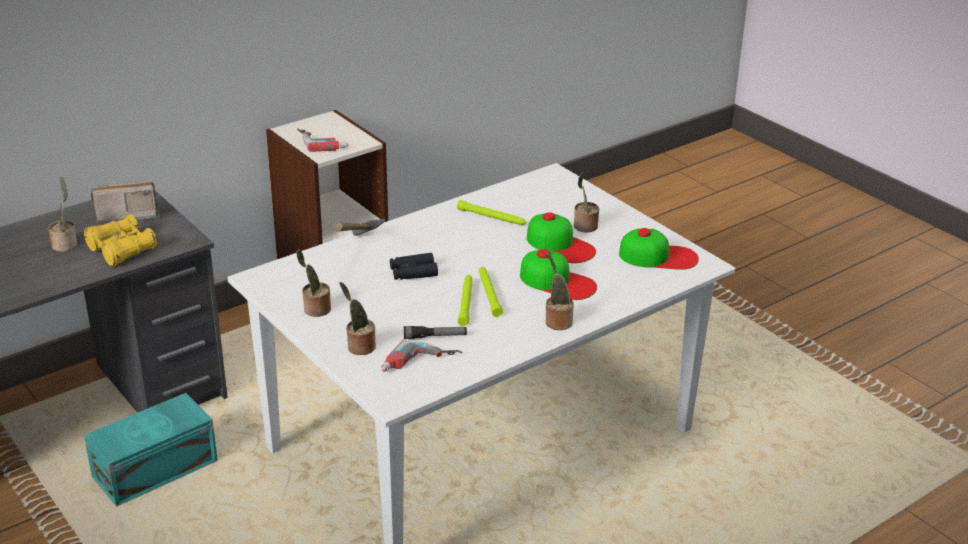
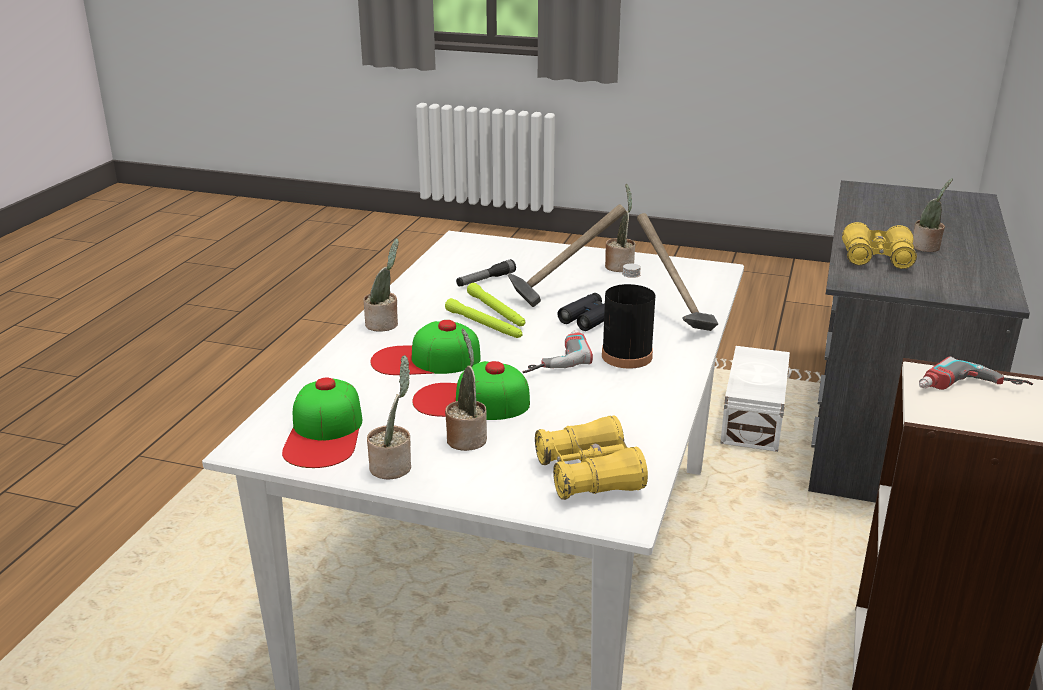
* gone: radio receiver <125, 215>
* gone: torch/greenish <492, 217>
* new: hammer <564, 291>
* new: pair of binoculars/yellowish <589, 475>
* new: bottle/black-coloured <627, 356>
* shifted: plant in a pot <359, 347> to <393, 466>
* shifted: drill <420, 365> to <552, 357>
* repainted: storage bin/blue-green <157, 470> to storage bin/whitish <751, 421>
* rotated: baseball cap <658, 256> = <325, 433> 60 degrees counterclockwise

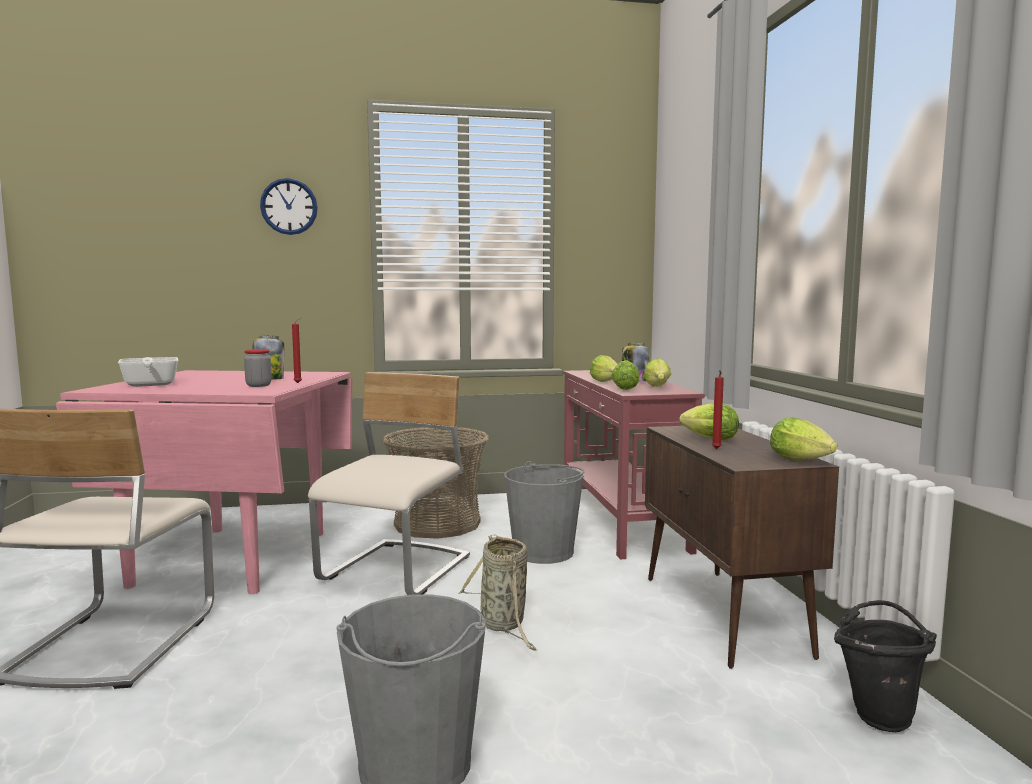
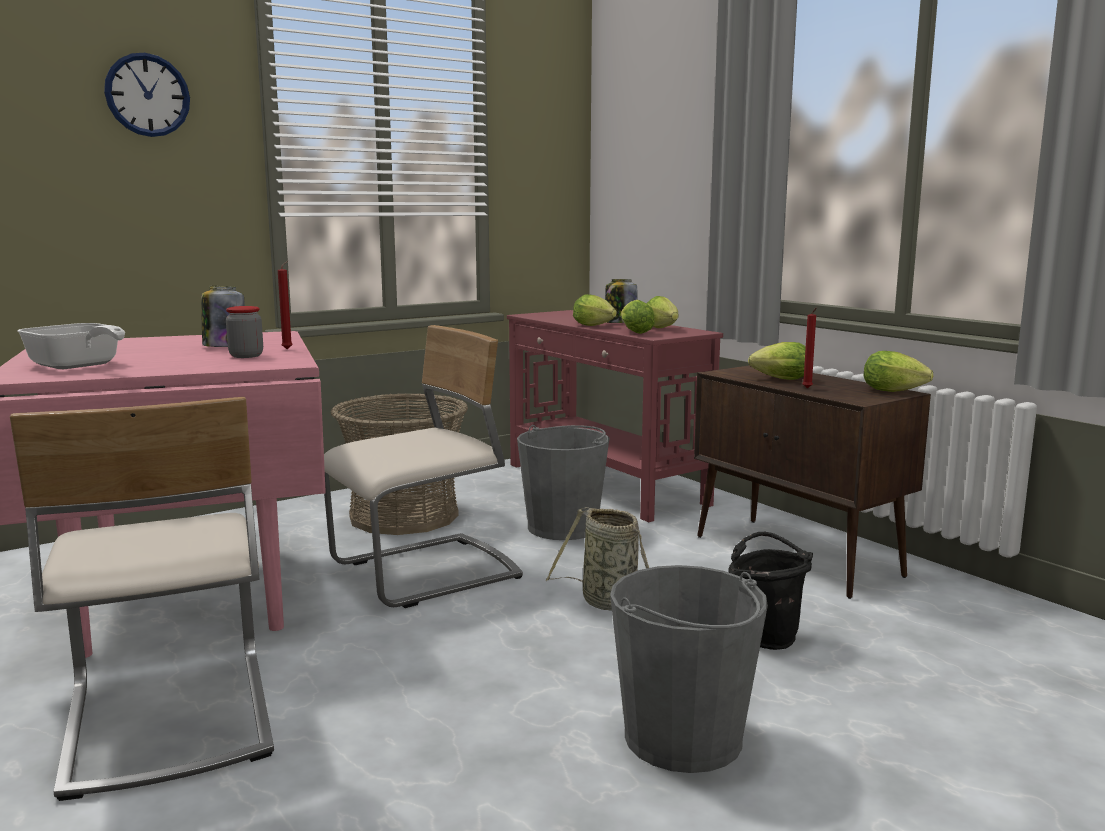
* shifted: bucket/black-coloured <879, 714> to <766, 637>
* rotated: plain chair/beige-coloured <397, 571> = <426, 573> 60 degrees clockwise

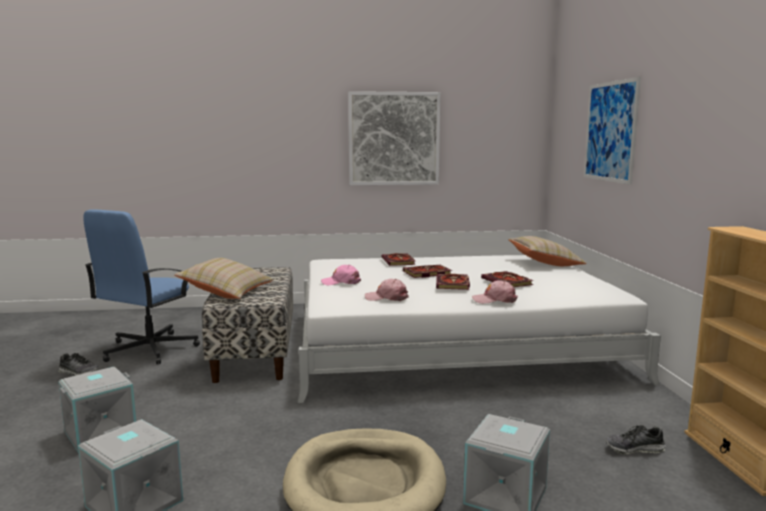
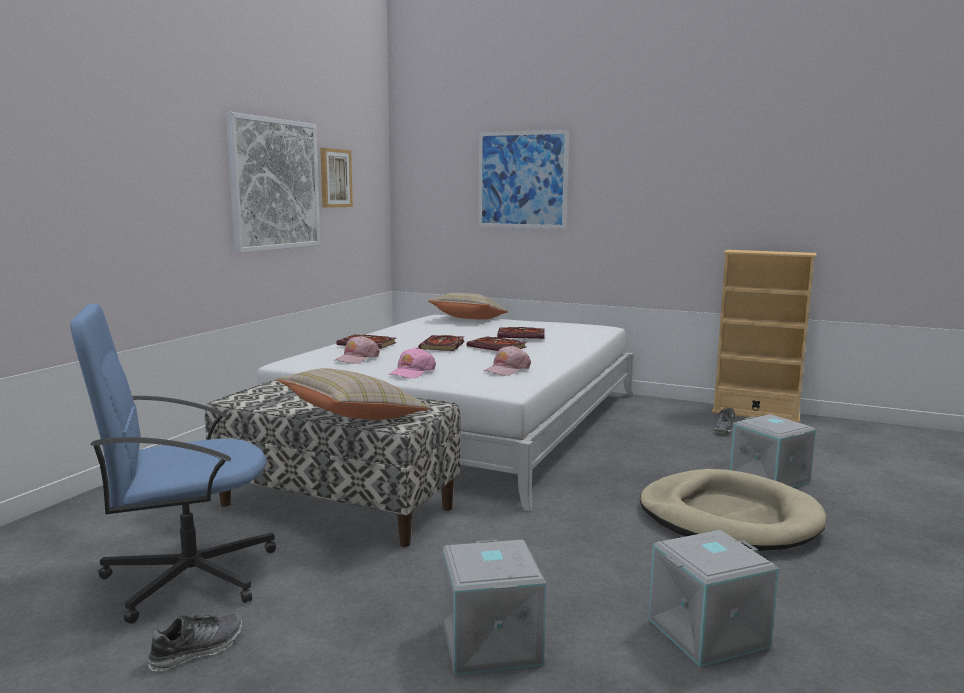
* new: wall art <335, 178>
* shifted: baseball cap/pinkish <494, 300> to <356, 359>
* rotated: computer chair/blue-coloured <149, 349> = <187, 576> 105 degrees clockwise

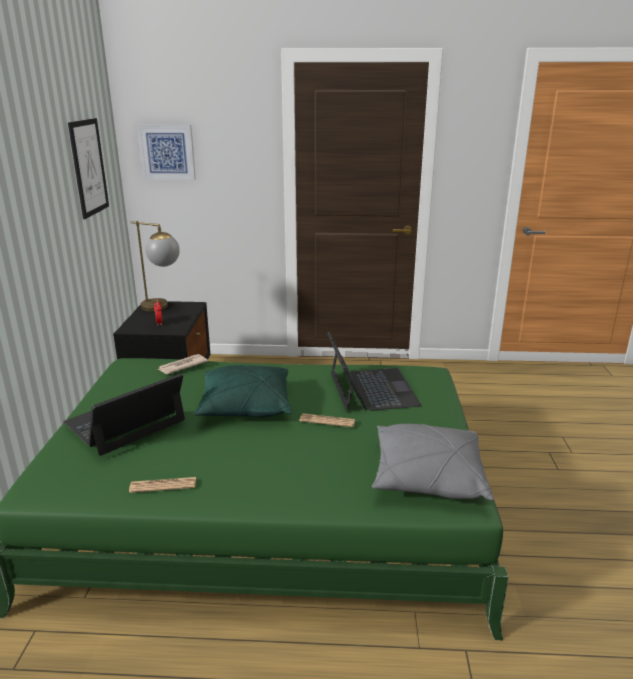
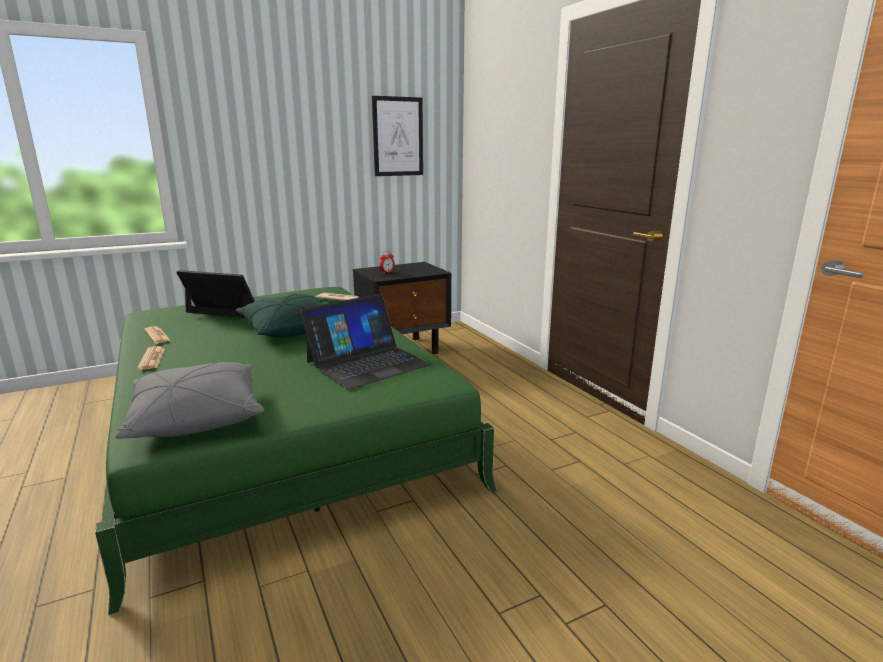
* gone: tabletop lamp <163, 308>
* gone: wall art <167, 152>
* shifted: newspaper <327, 421> to <152, 359>

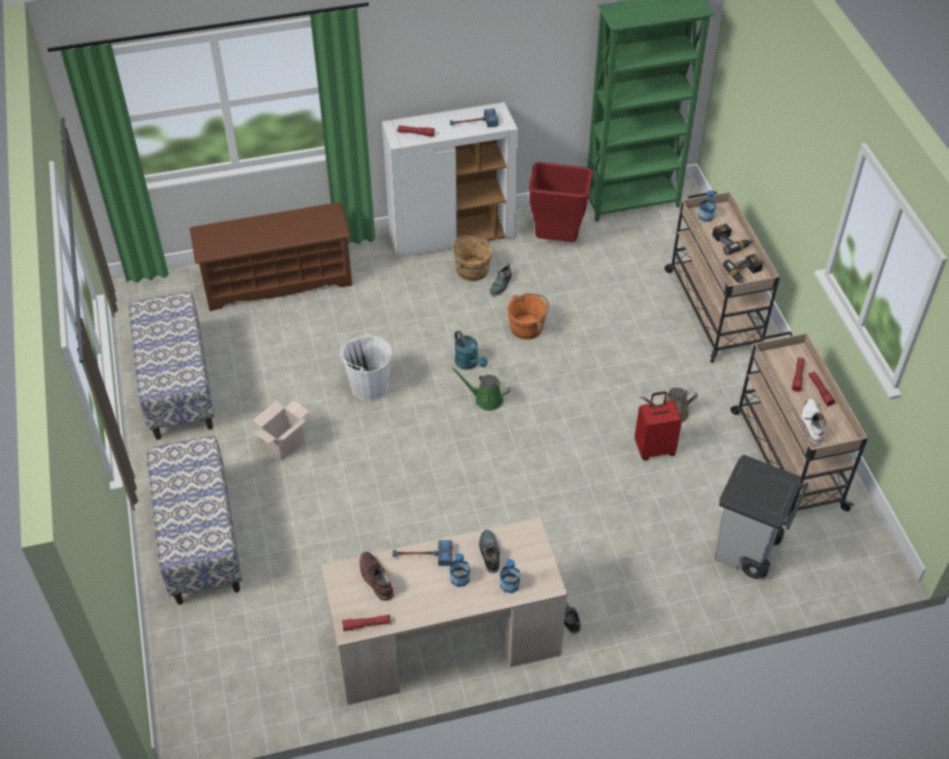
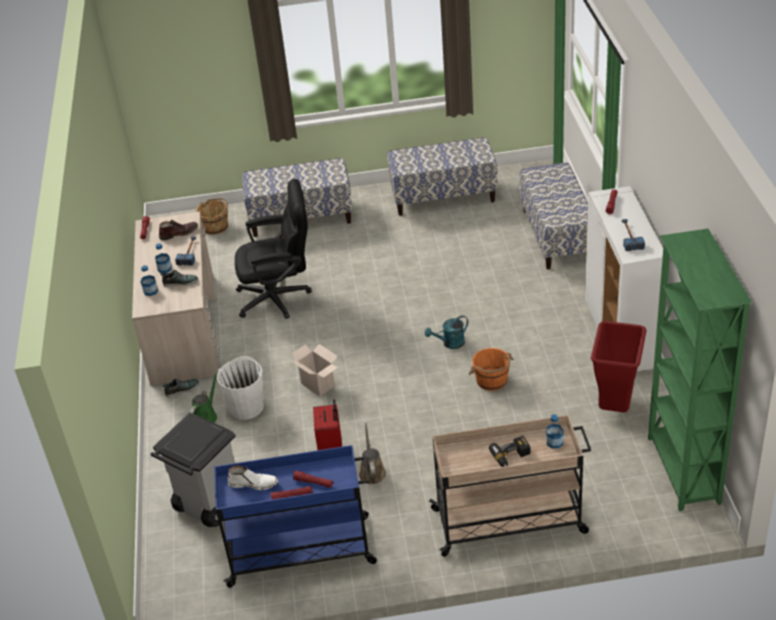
* gone: low shoe <501, 285>
* gone: drill <744, 273>
* new: computer chair/black-coloured <280, 297>
* shifted: packing box <285, 444> to <319, 385>
* shifted: bucket/whitish <369, 386> to <246, 407>
* shifted: watering pot/greenish <486, 399> to <206, 416>
* shifted: bucket/brown <472, 270> to <215, 227>
* swapped: shoe stand/brown <278, 281> to long seat <557, 236>
* repainted: cart/beige-coloured <786, 458> to cart/blue-coloured <301, 551>

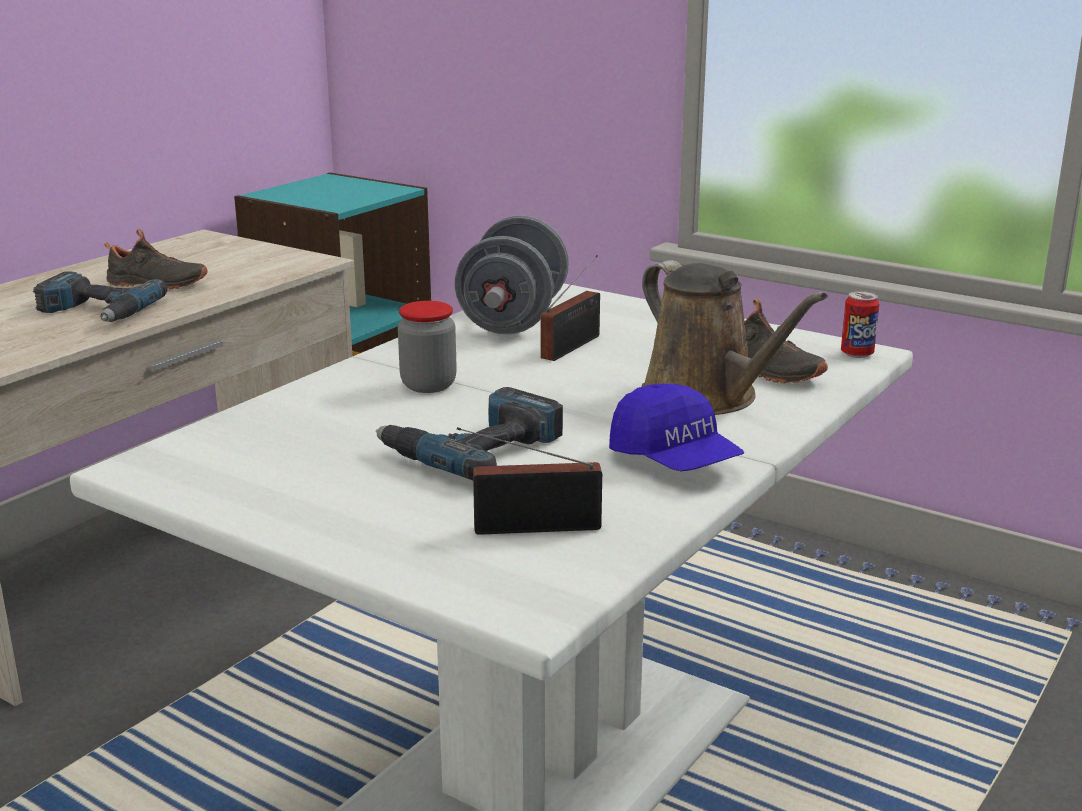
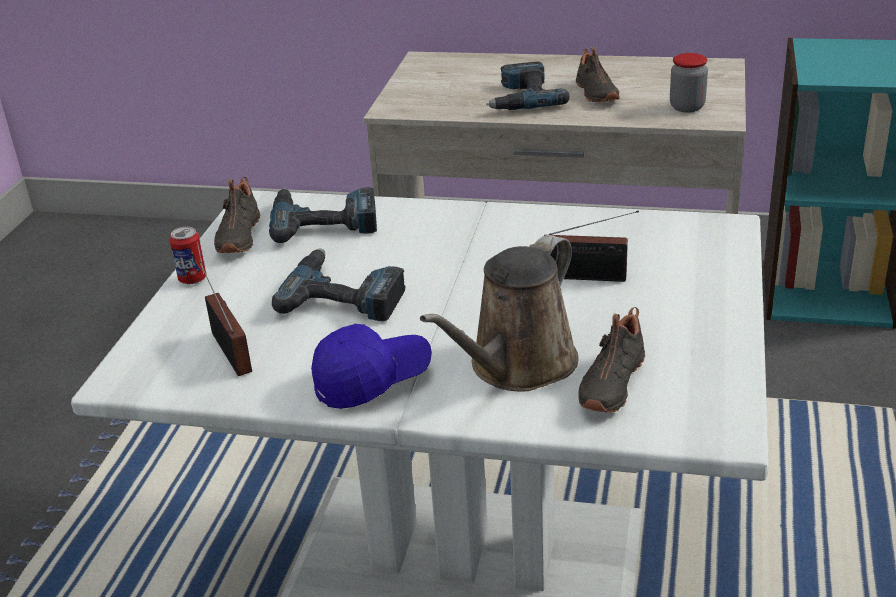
* gone: dumbbell/grey <513, 319>
* new: low shoe/black-coloured <237, 236>
* new: drill <324, 221>
* shifted: storage jar <428, 385> to <687, 107>
* shifted: metal can <857, 354> to <192, 279>
* rotated: baseball cap/blue-coloured <674, 461> = <372, 380> 150 degrees counterclockwise

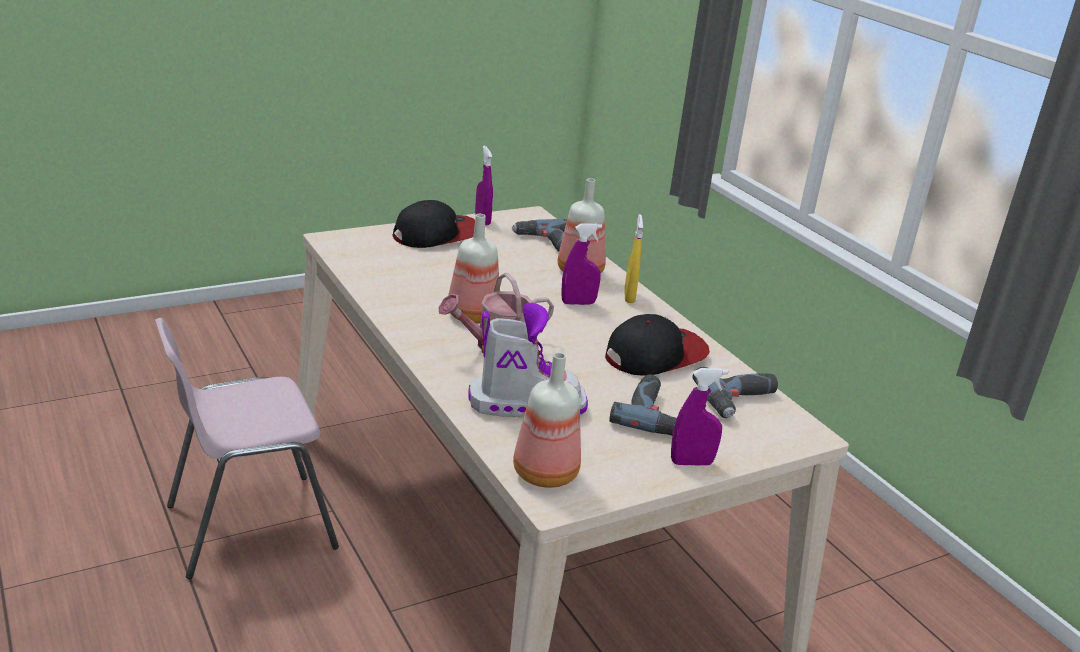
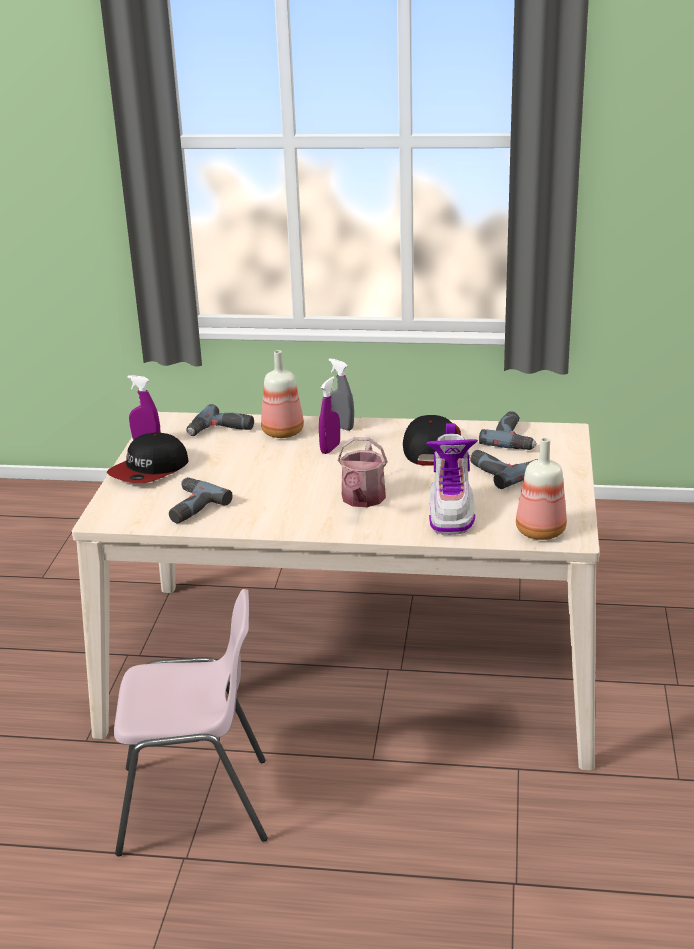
* gone: bottle <471, 316>
* gone: spray bottle/purple <691, 463>
* new: drill <189, 507>
* repainted: spray bottle/yellowish <629, 297> to spray bottle/grey <341, 427>
* rotated: plain chair/pinkish <248, 525> = <196, 805> 105 degrees counterclockwise
* rotated: baseball cap <437, 235> = <149, 470> 150 degrees counterclockwise
* rotated: tall boot <526, 404> = <451, 512> 150 degrees clockwise

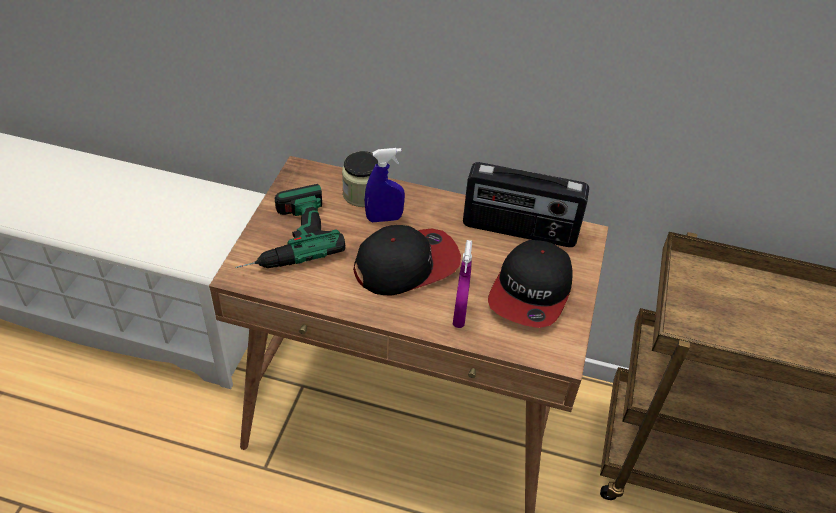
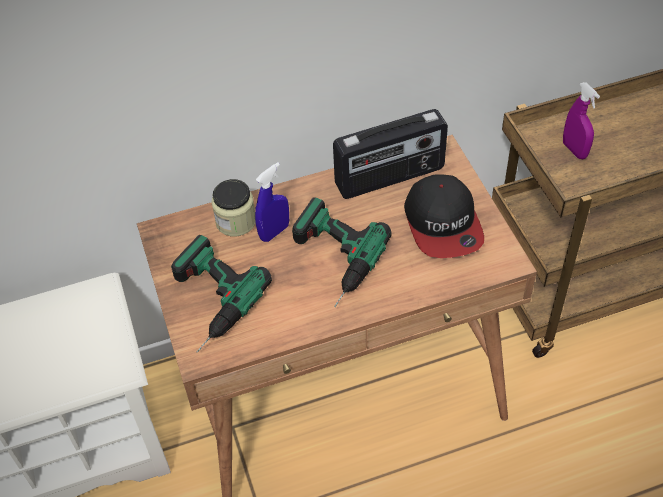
* shifted: spray bottle/purple <459, 315> to <574, 150>
* swapped: baseball cap <407, 264> to drill <330, 260>

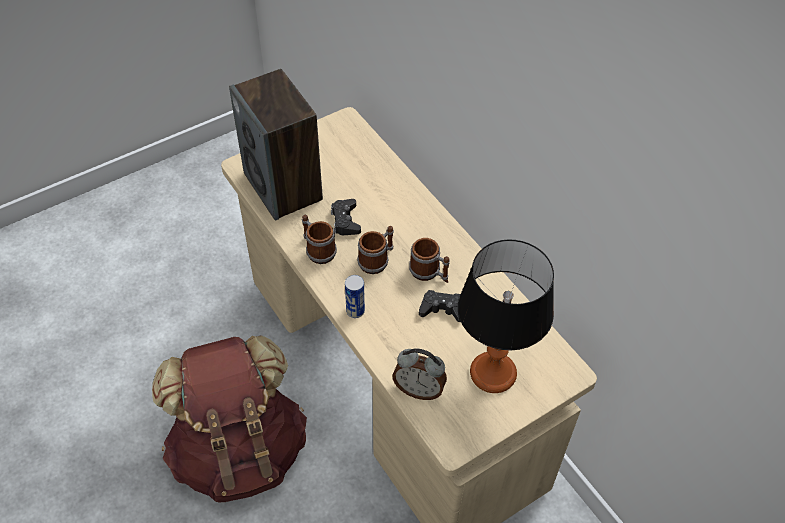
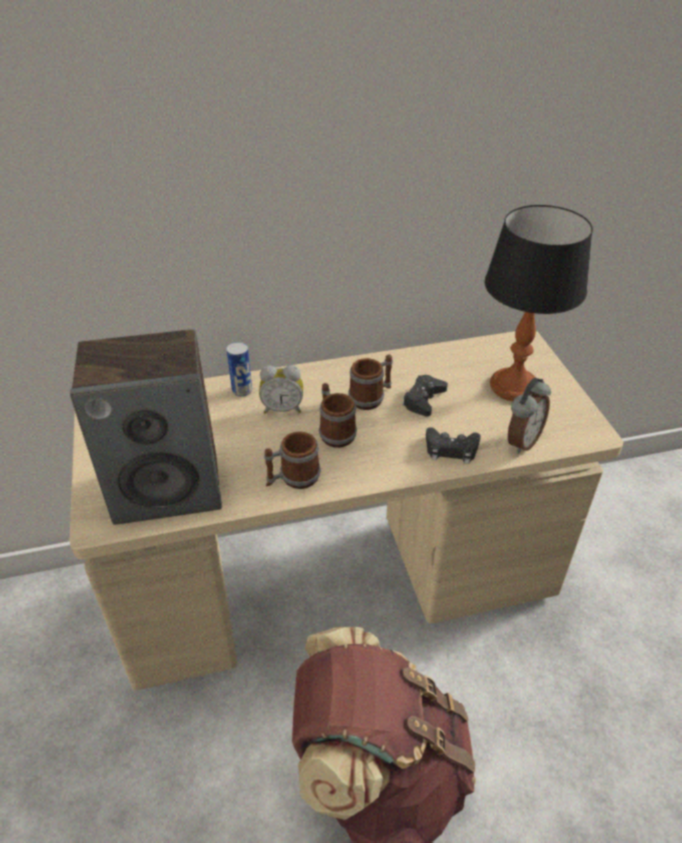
* new: alarm clock <282, 408>
* shifted: gamepad/black-coloured <345, 221> to <451, 449>
* shifted: metal can <355, 311> to <242, 390>

